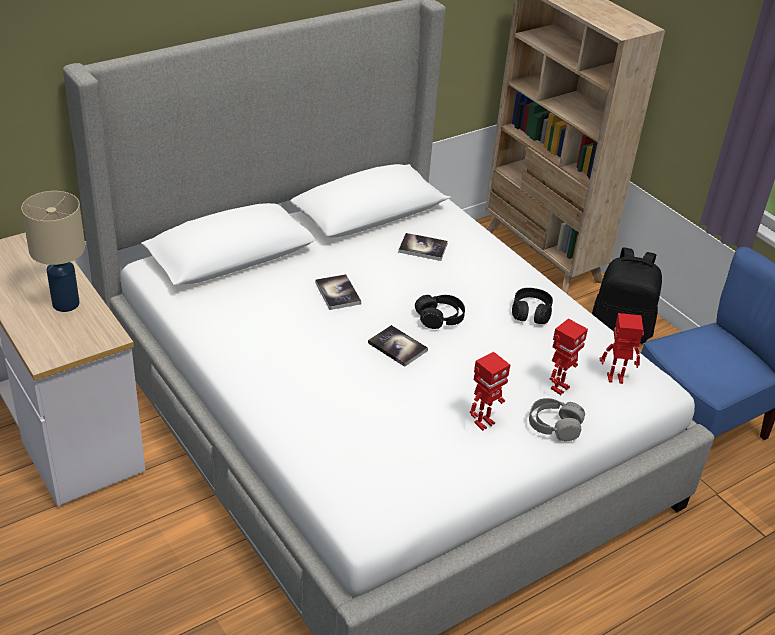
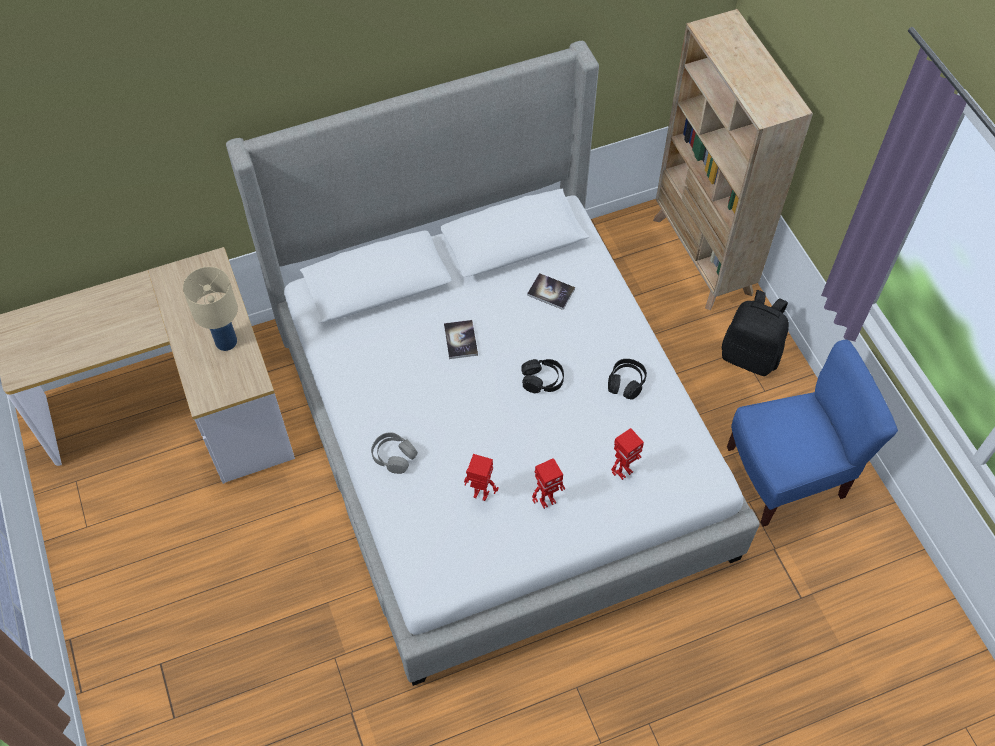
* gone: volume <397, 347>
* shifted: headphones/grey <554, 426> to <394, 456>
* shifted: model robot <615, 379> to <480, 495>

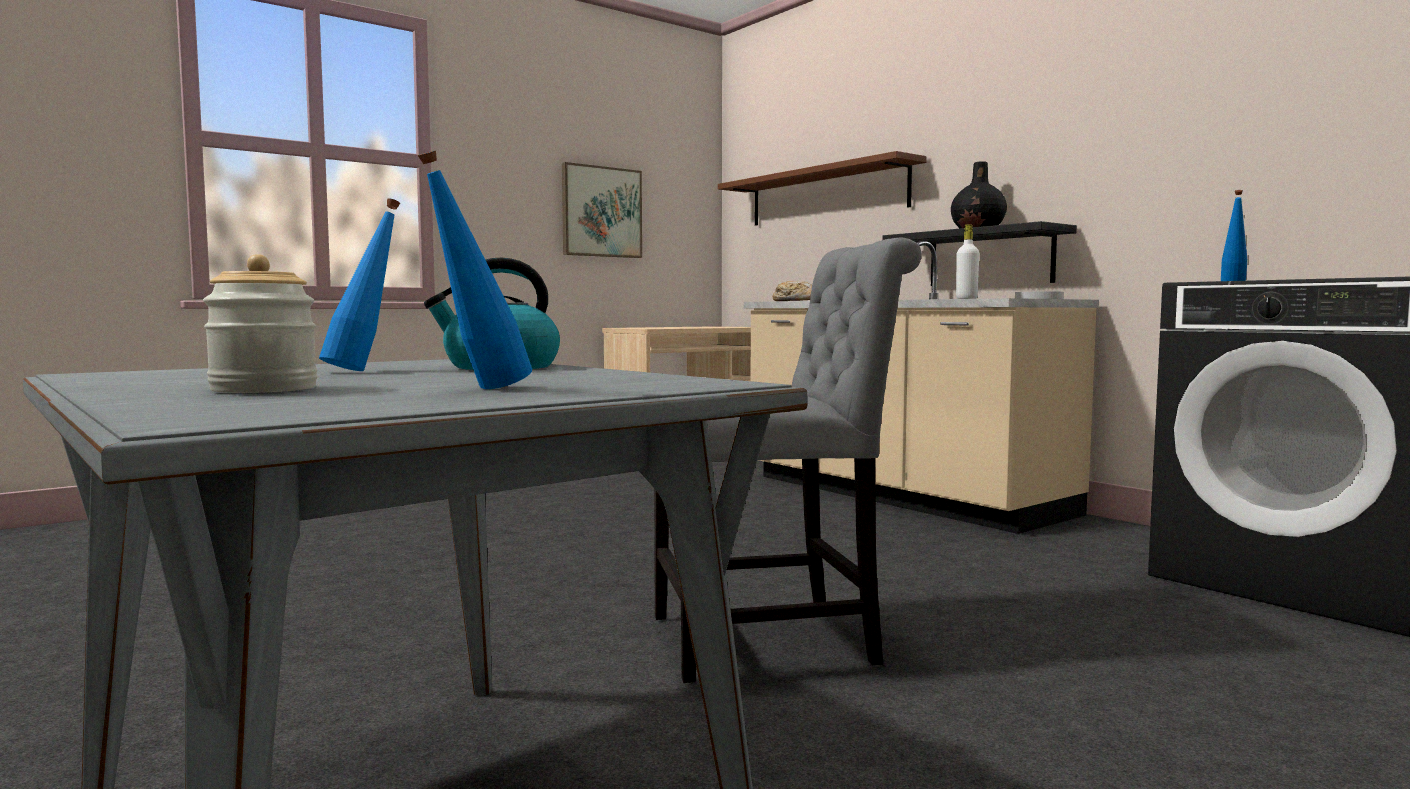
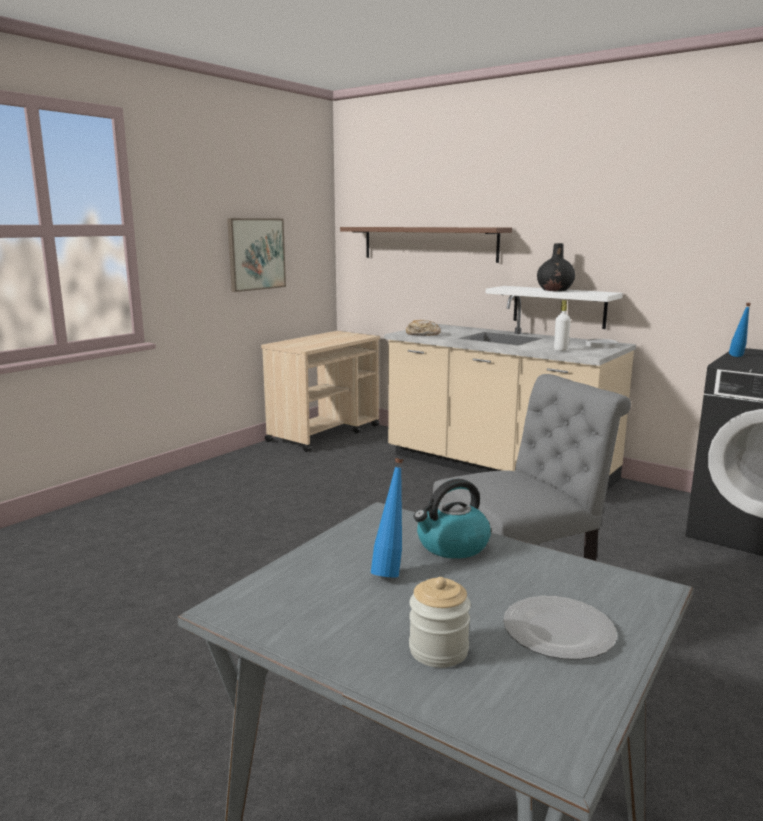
* swapped: bottle/blue-coloured <478, 389> to flat dish <557, 631>
* repainted: bracket shelf/black-coloured <990, 258> to bracket shelf/whitish <559, 306>

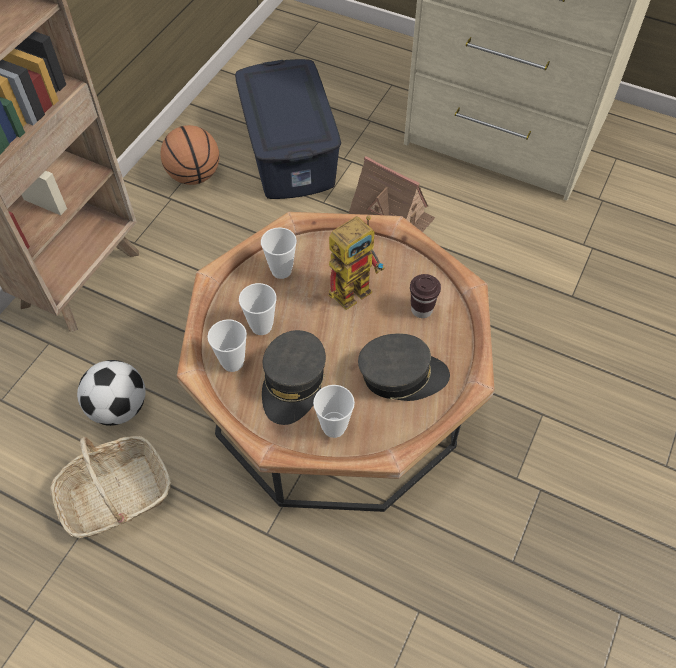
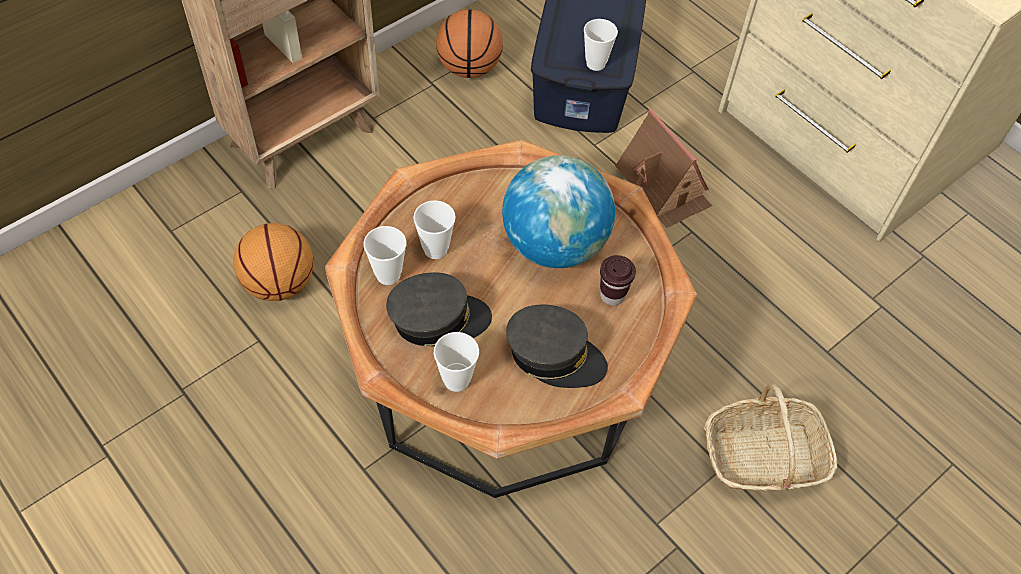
* shifted: basket <116, 496> to <763, 457>
* shifted: drinking cup <281, 270> to <595, 63>
* swapped: football <119, 408> to basketball <278, 283>
* swapped: model robot <355, 286> to world globe <554, 244>
* rotated: baseball cap/grey <293, 383> = <438, 319> 135 degrees counterclockwise

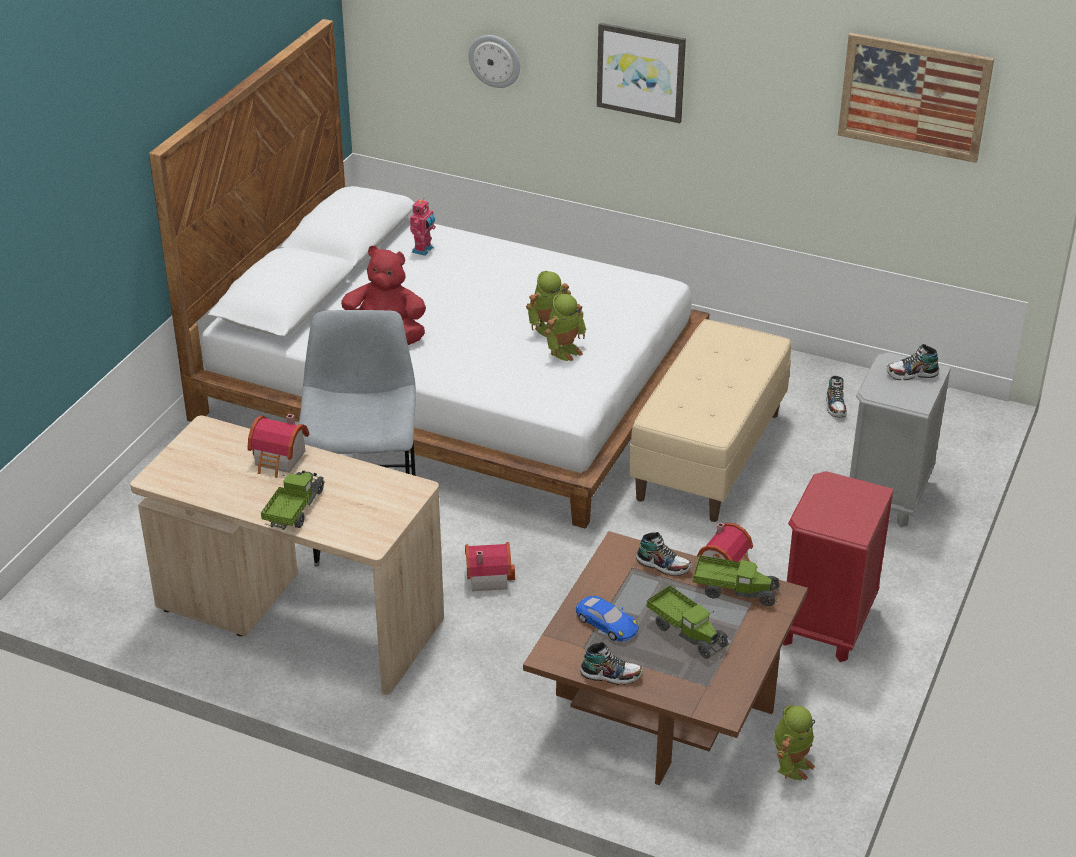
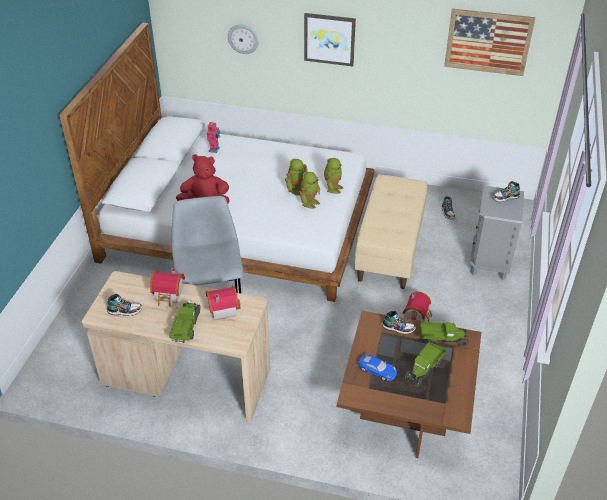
* gone: night table/red <826, 625>
* shifted: toy house <487, 576> to <222, 308>
* shifted: low shoe <611, 675> to <125, 311>
* shifted: model robot <791, 765> to <333, 188>
* rotated: model truck <687, 632> = <424, 369> 90 degrees clockwise

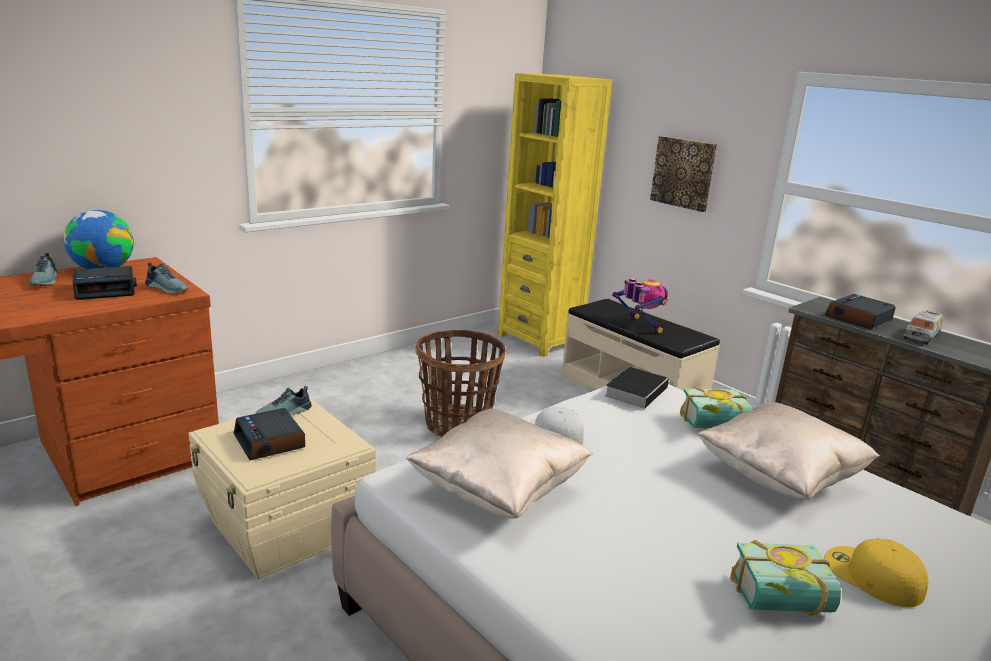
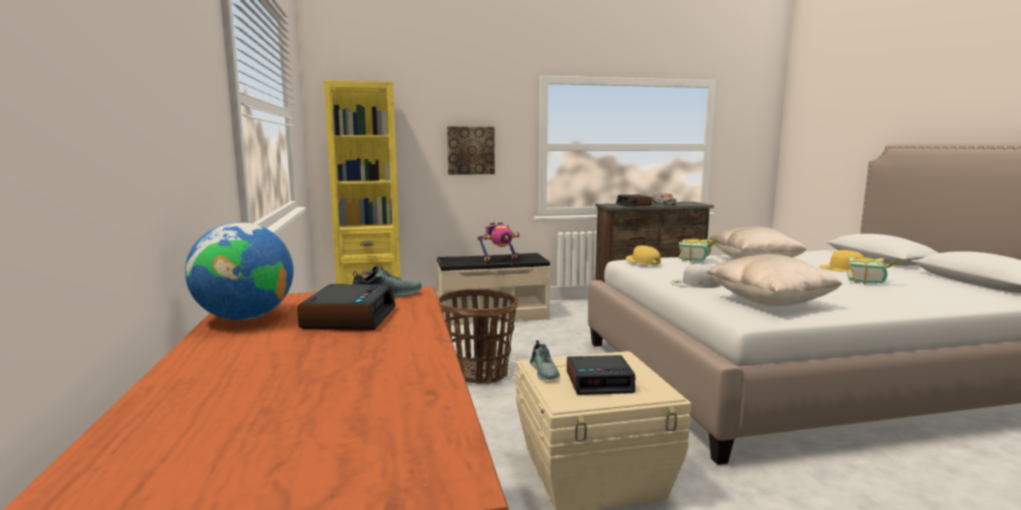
* gone: low shoe <46, 281>
* swapped: volume <636, 390> to baseball cap/yellowish <642, 262>
* rotated: model robot <639, 326> = <499, 259> 150 degrees clockwise

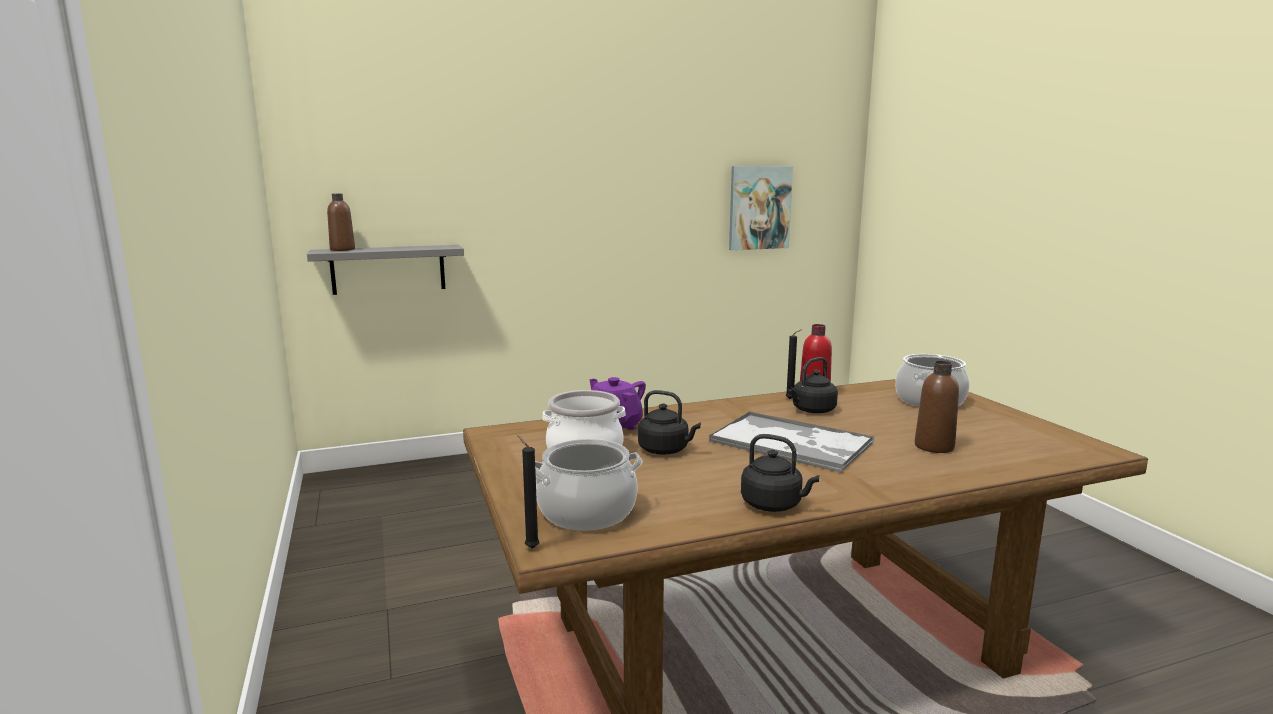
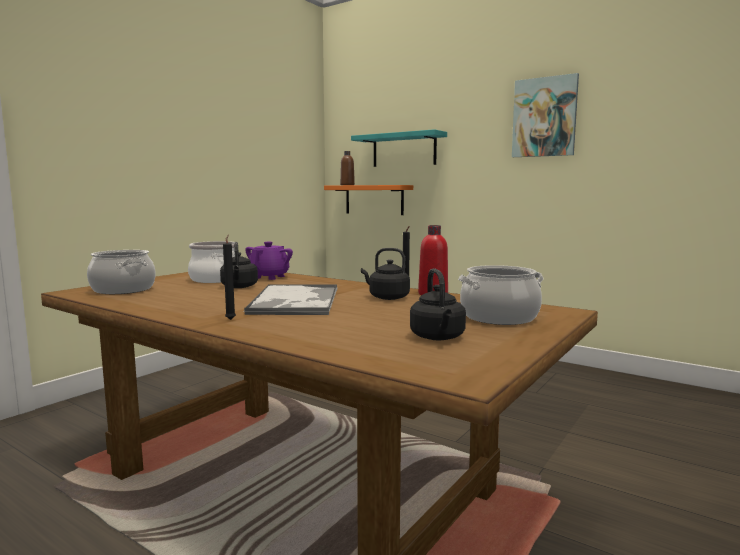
* gone: bottle/brown <934, 447>
* new: bracket shelf/blue-green <404, 150>
* shifted: wax candle/black-coloured <530, 547> to <231, 319>
* shifted: wall art <759, 207> to <544, 117>
* shifted: tea kettle/black-coloured <774, 505> to <438, 337>
* repainted: bracket shelf/grey <388, 269> to bracket shelf/orangey <374, 199>

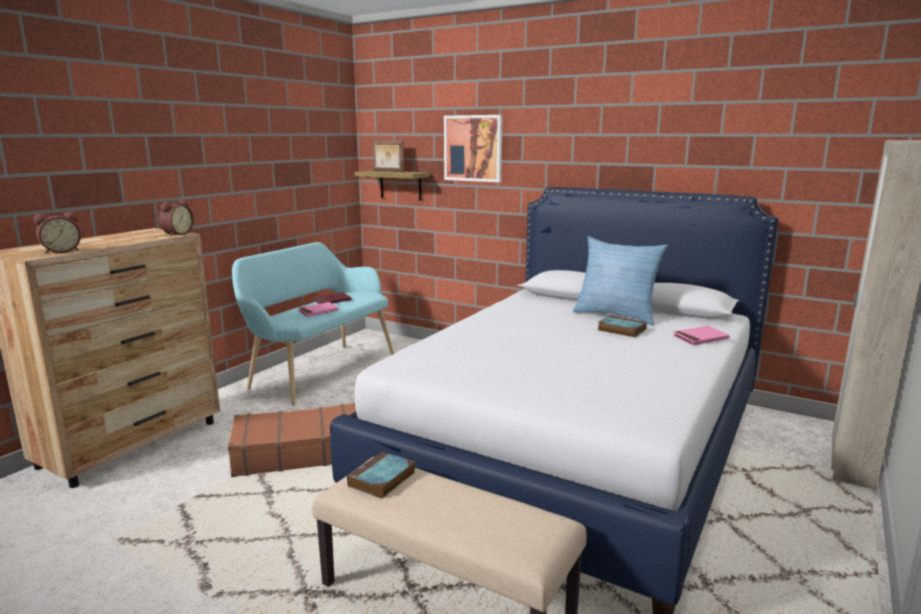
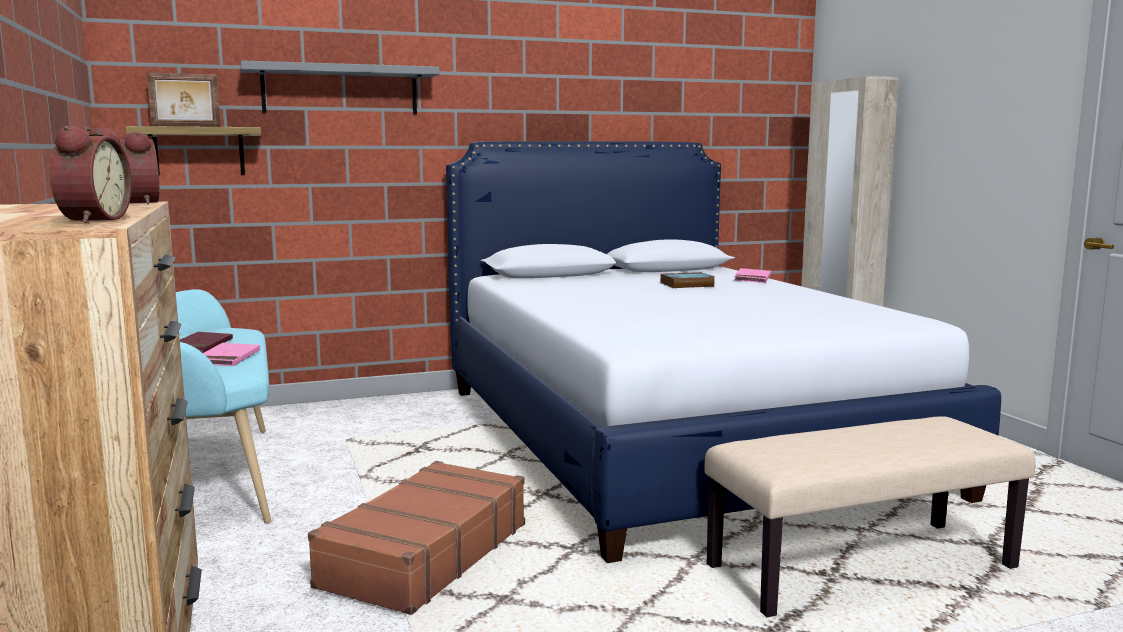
* gone: volume <381, 480>
* gone: pillow <616, 315>
* swapped: wall art <473, 148> to bracket shelf/grey <340, 90>

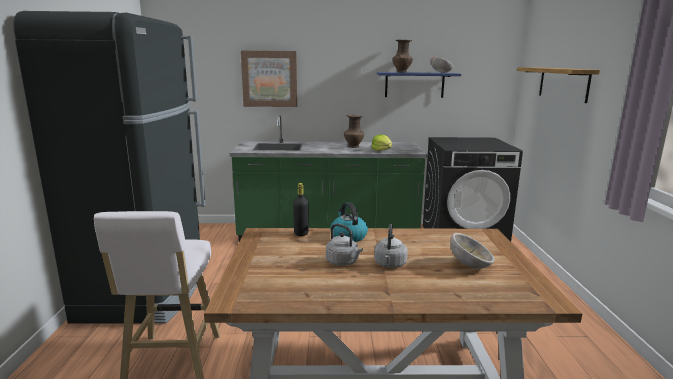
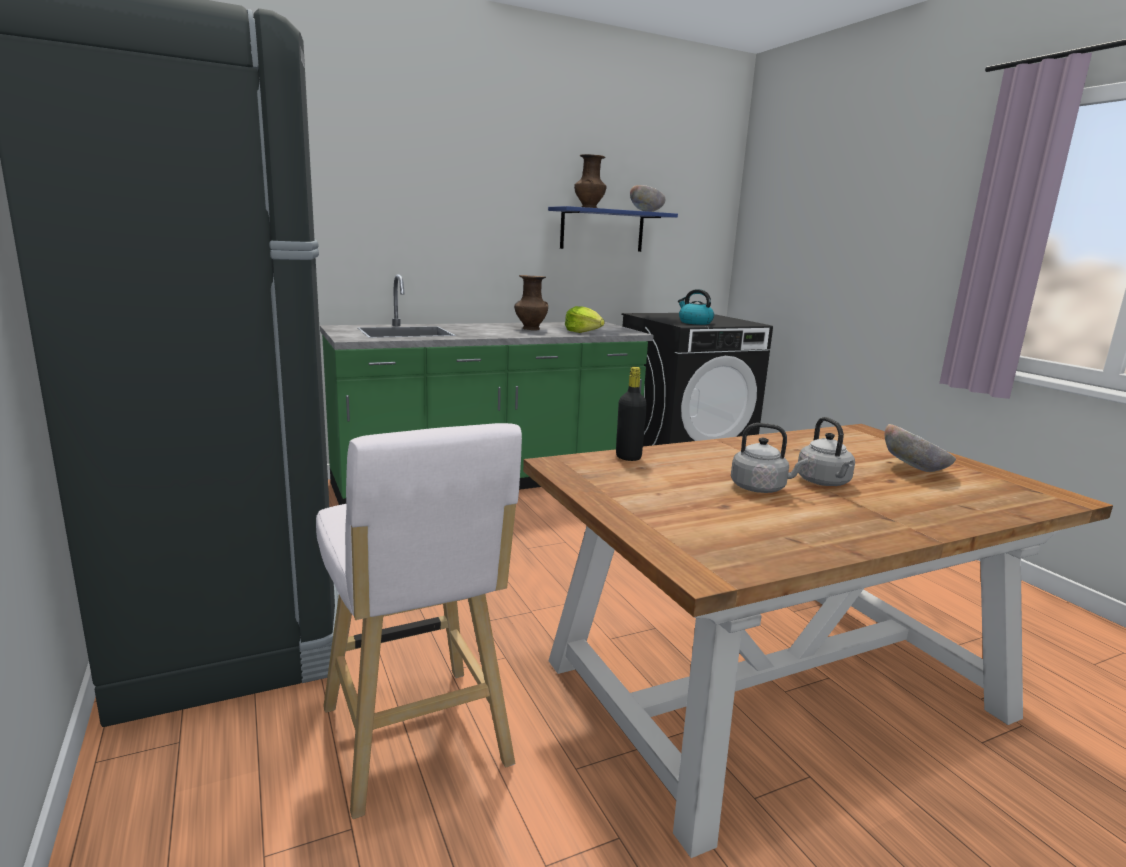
* gone: wall art <269, 79>
* gone: bracket shelf <563, 83>
* shifted: tea kettle <348, 236> to <694, 322>

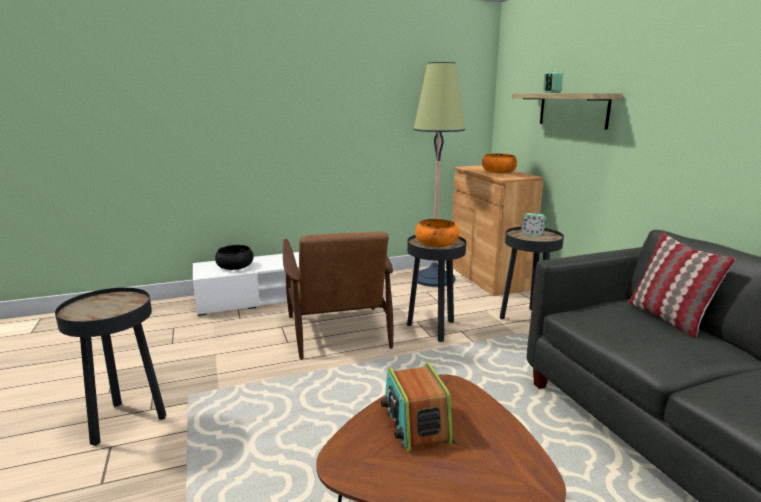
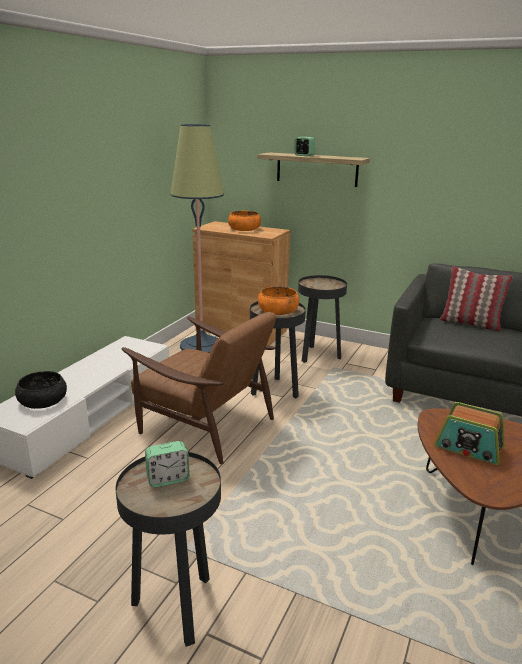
* shifted: alarm clock <532, 233> to <168, 479>

